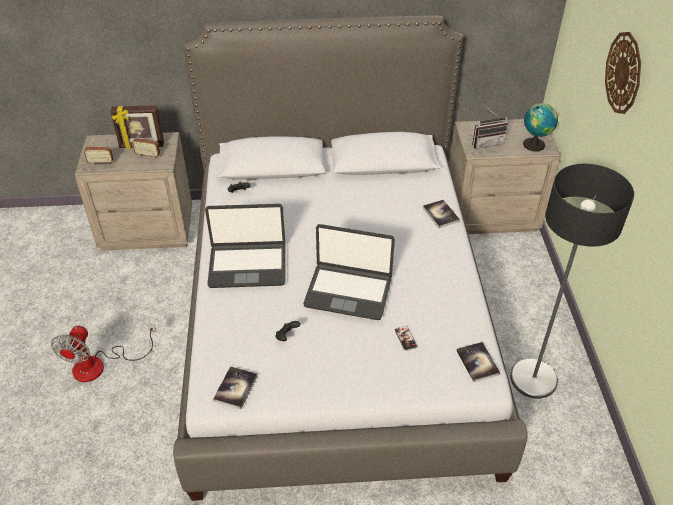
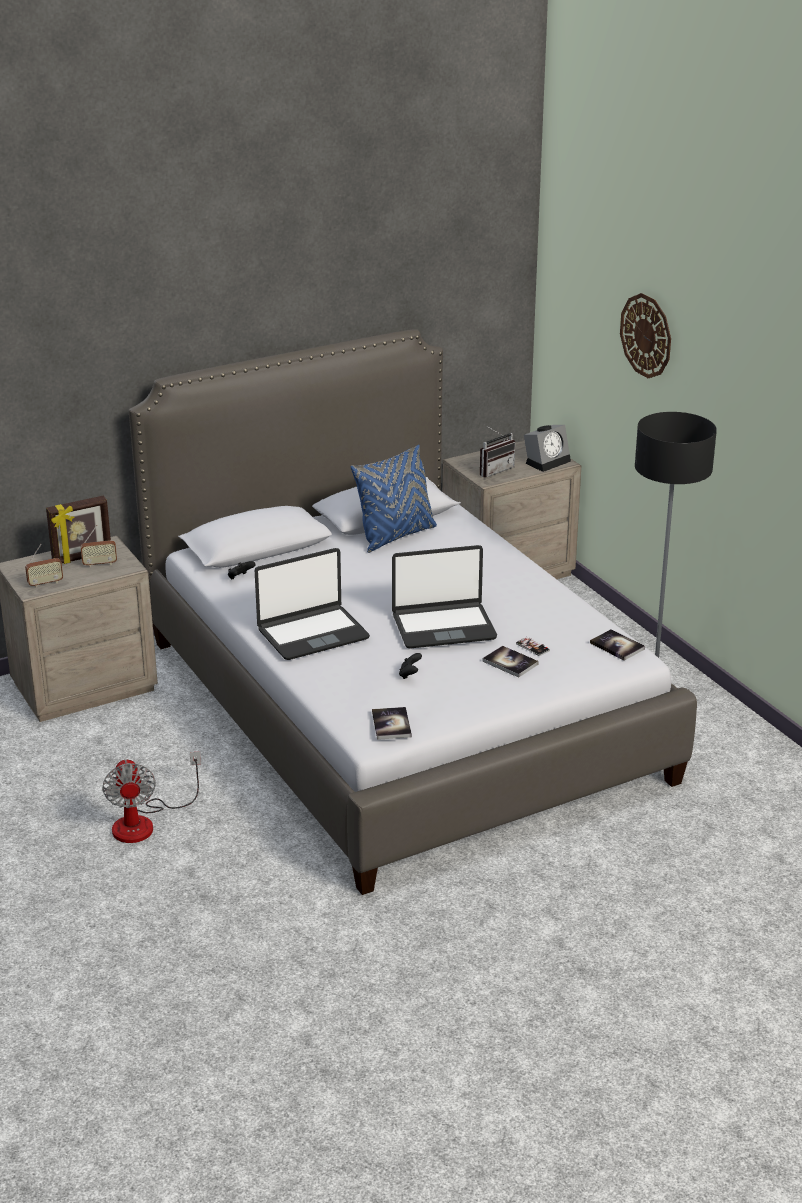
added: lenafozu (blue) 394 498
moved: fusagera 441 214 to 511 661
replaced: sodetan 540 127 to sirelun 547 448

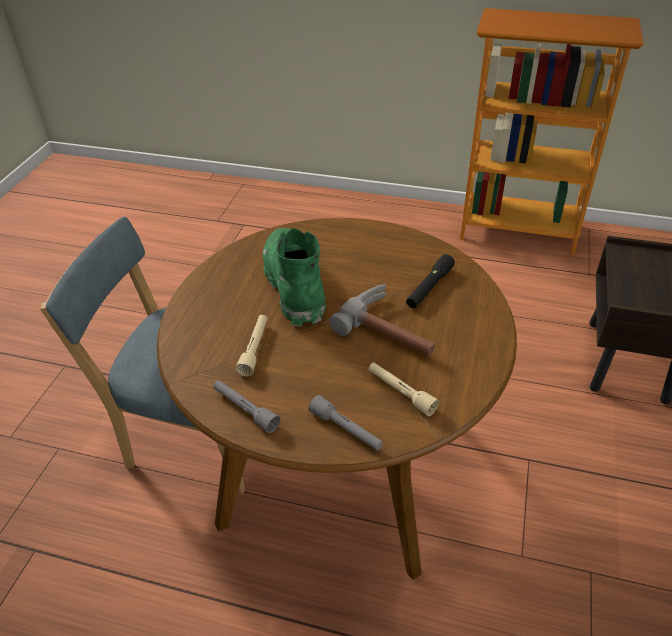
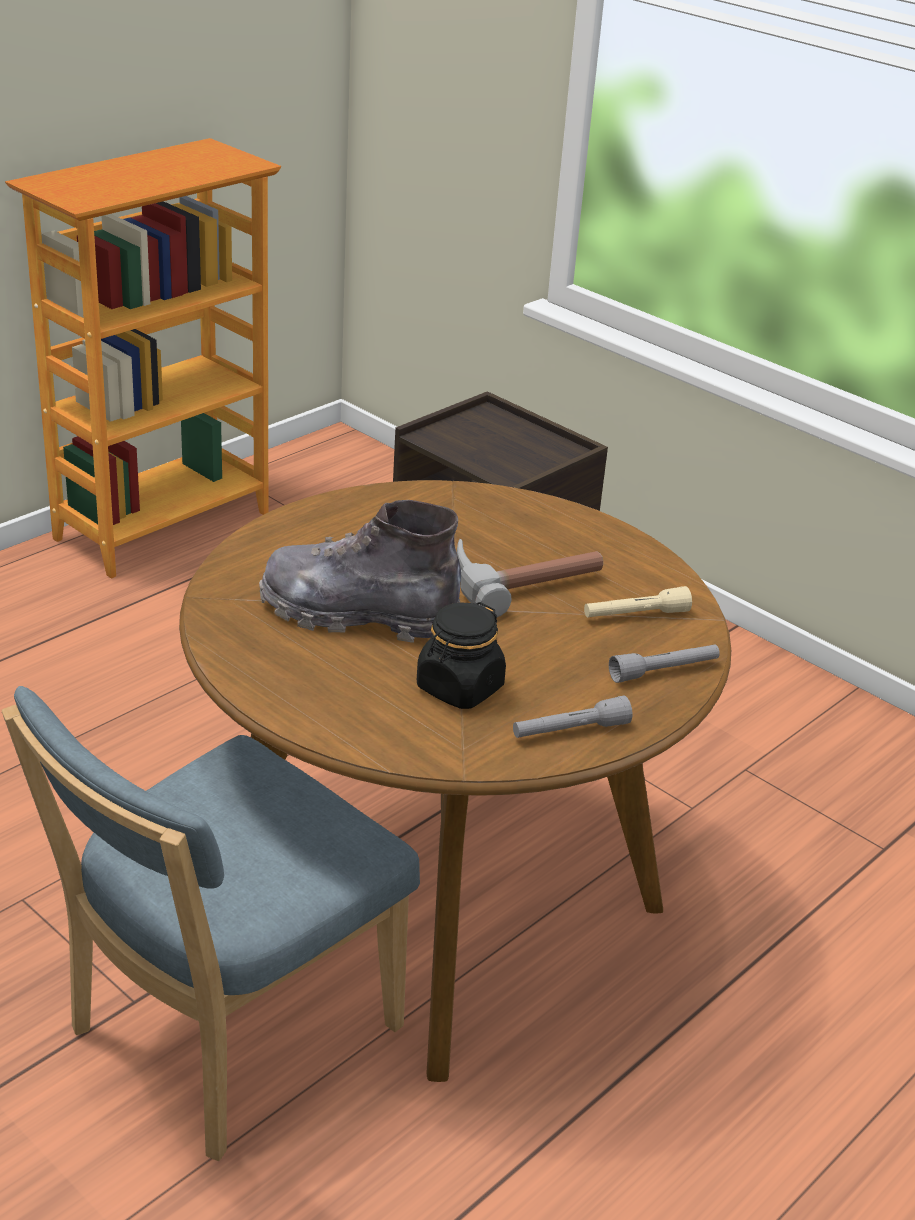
removed: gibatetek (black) 430 281
replaced: gibatetek (beige) 251 345 to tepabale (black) 461 655
recoloured: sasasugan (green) 294 277 to sasasugan (grey) 360 571

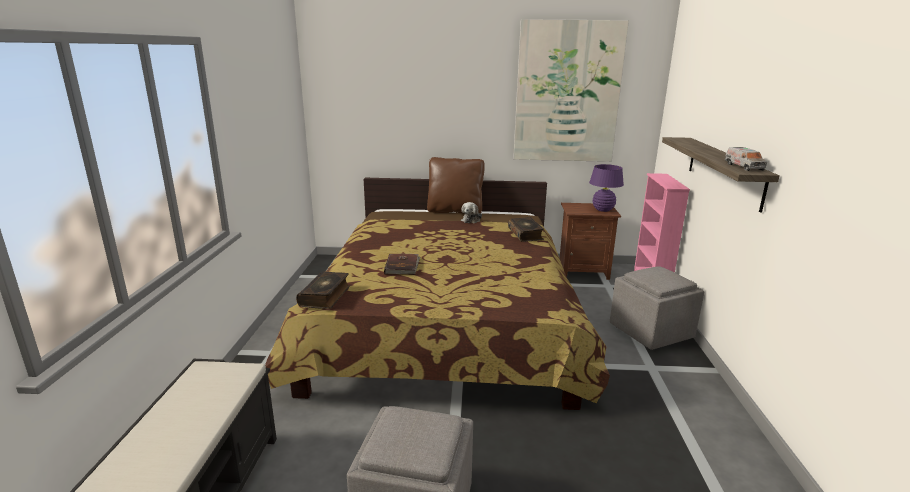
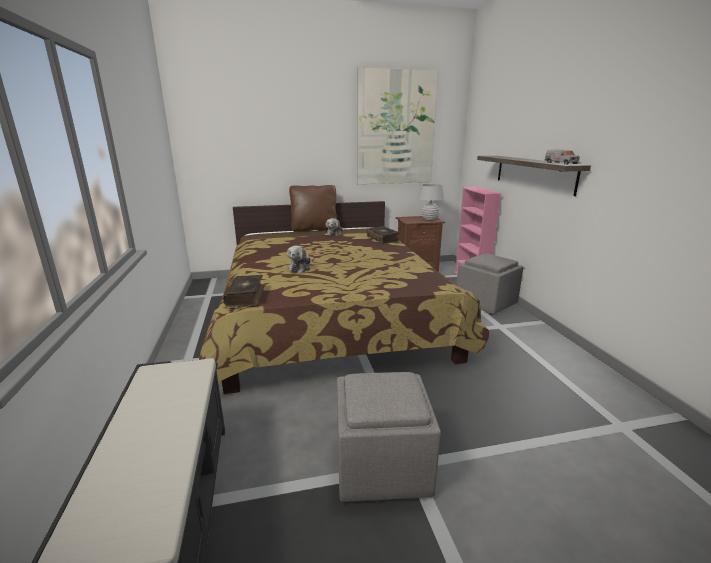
replaced: fusagera (brown) 402 264 to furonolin 299 259
recoloured: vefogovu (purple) 606 188 to vefogovu (white) 431 202

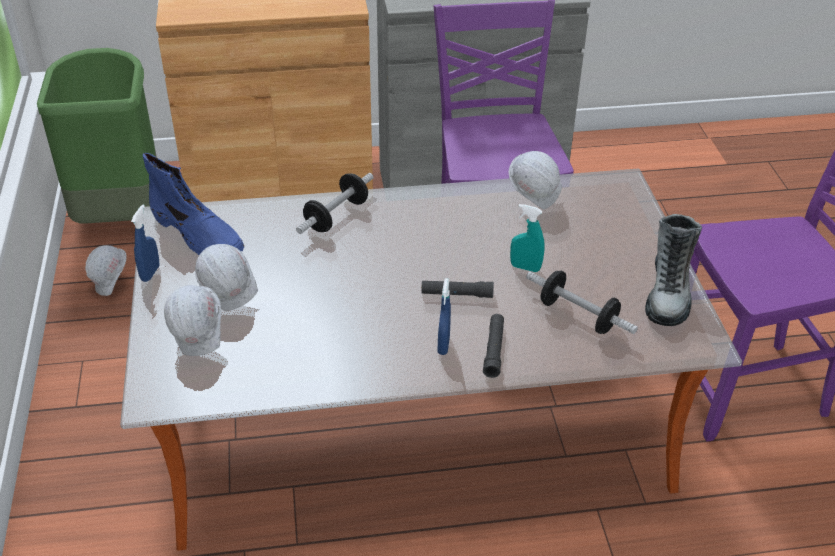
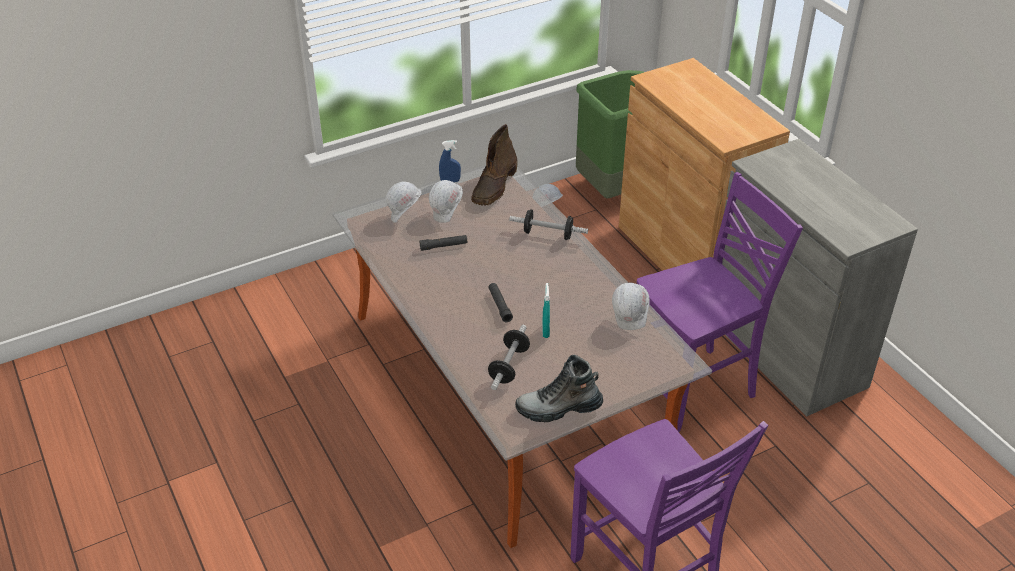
removed: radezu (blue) 444 316
moved: gibatetek (black) 493 346 to 443 243
recoloured: sasasugan (blue) 193 204 to sasasugan (brown) 494 165

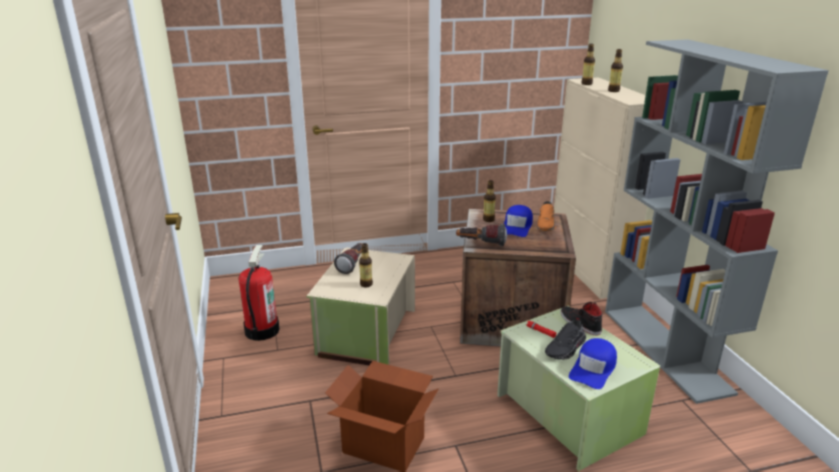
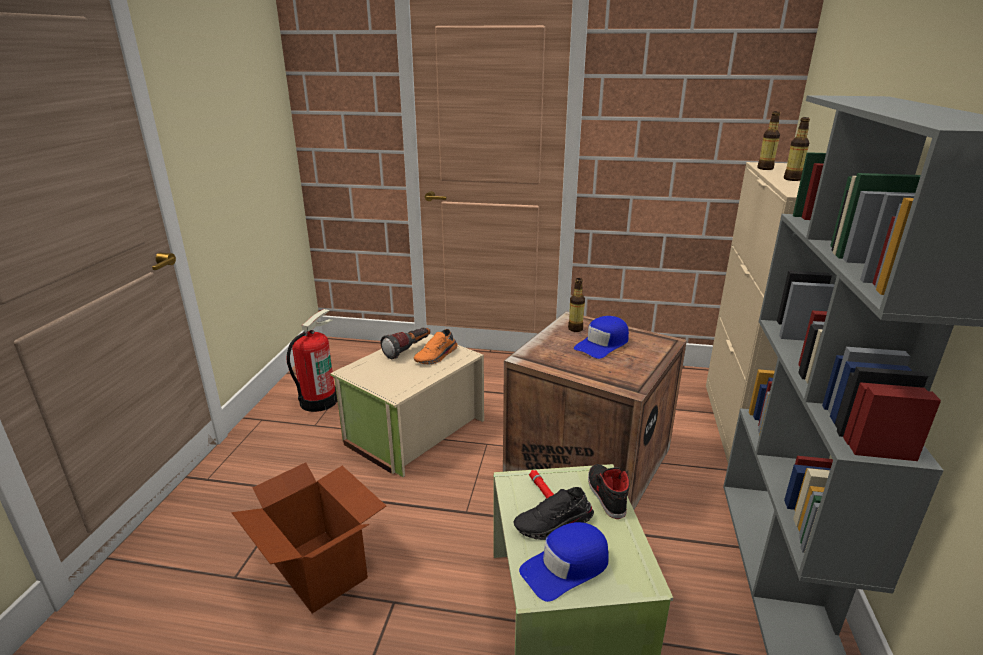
removed: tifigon 366 265; gibatetek 481 235
moved: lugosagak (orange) 546 216 to 436 346

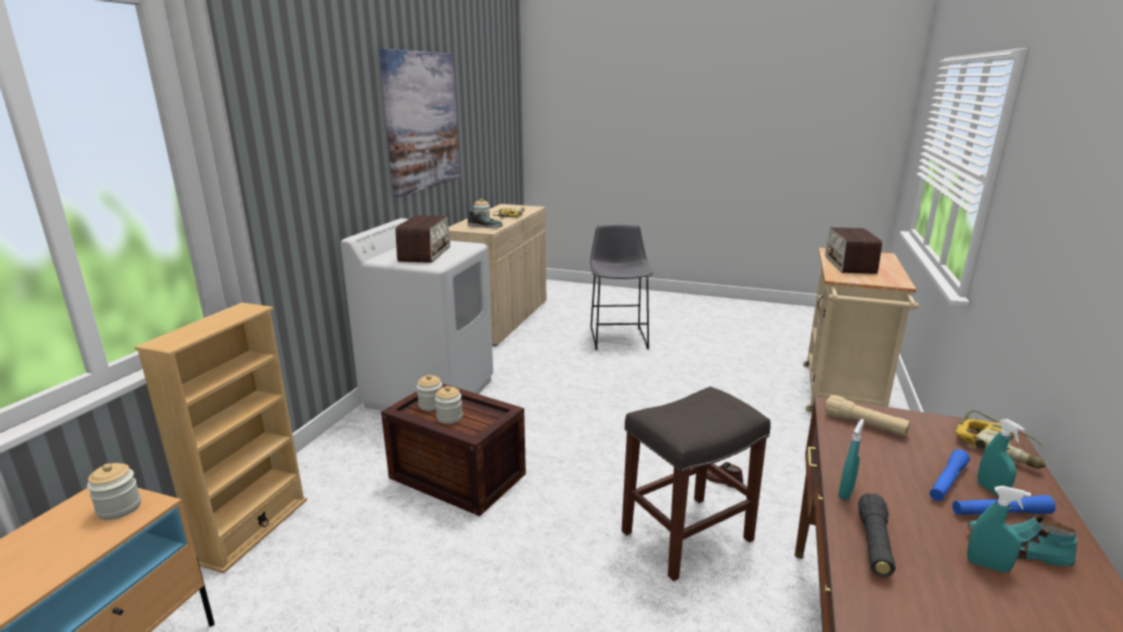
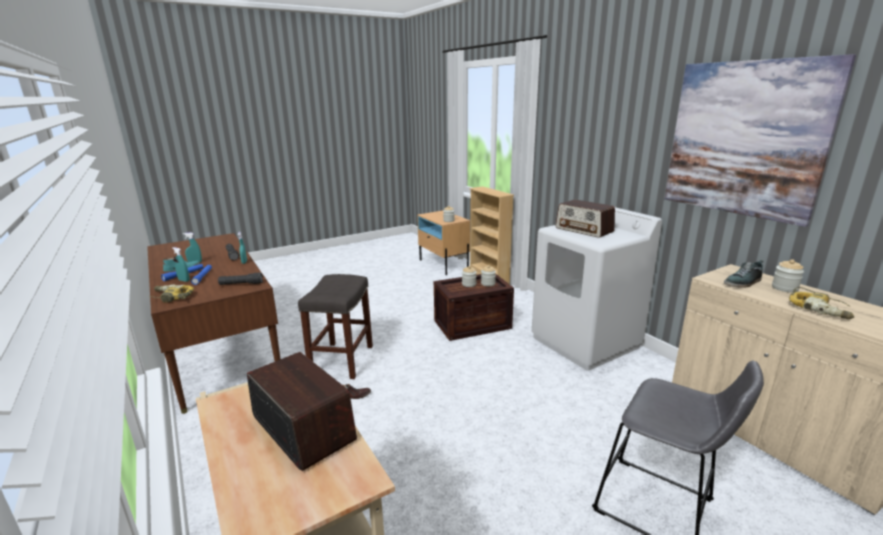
recoloured: gibatetek (beige) 867 415 to gibatetek (black) 240 279

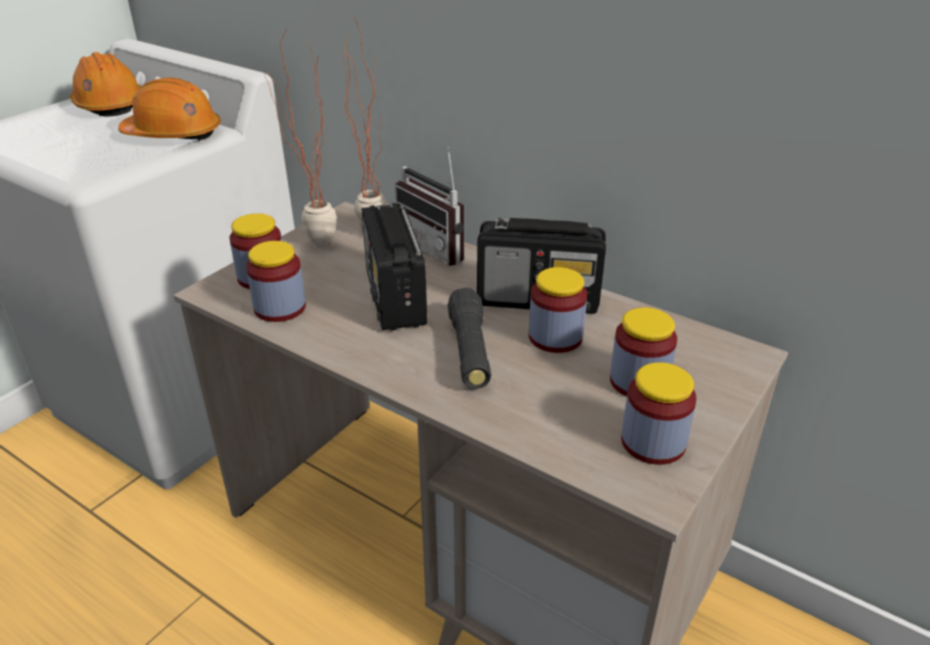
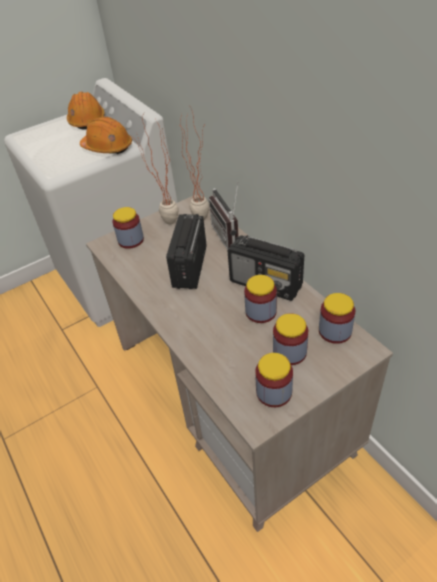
removed: gibatetek (black) 469 338
moved: tepabale 276 281 to 337 318

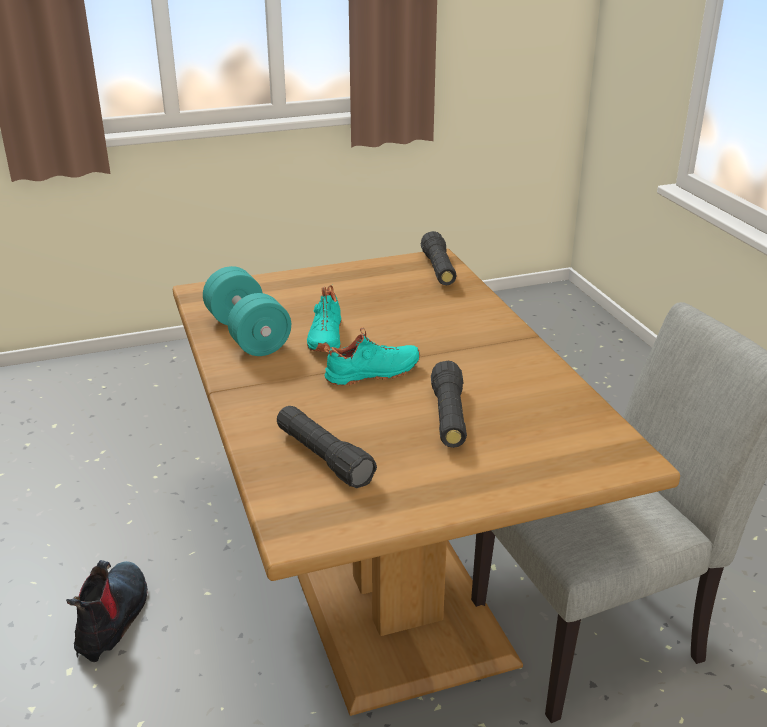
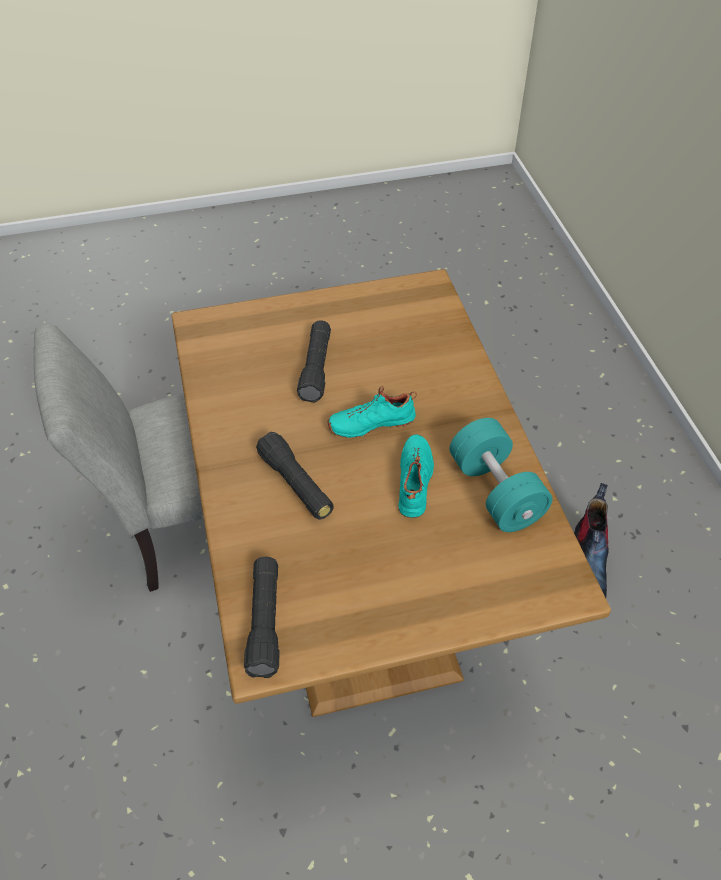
moved: gibatetek (black) 327 447 to 295 476

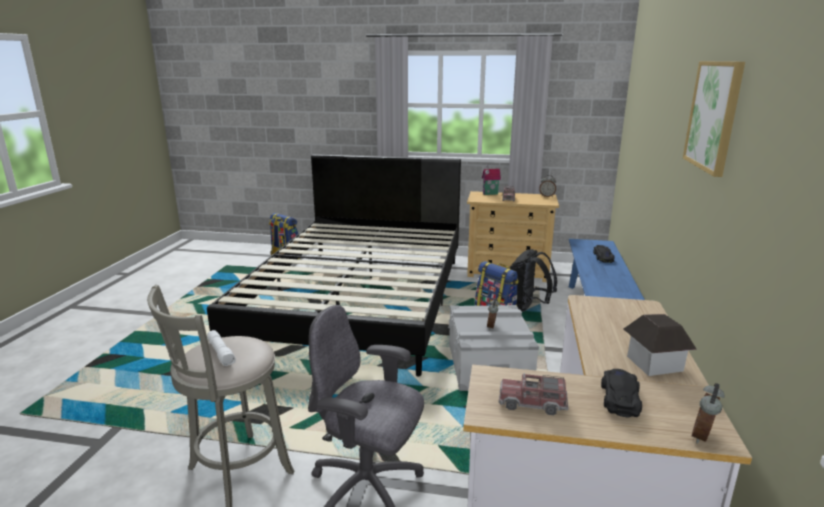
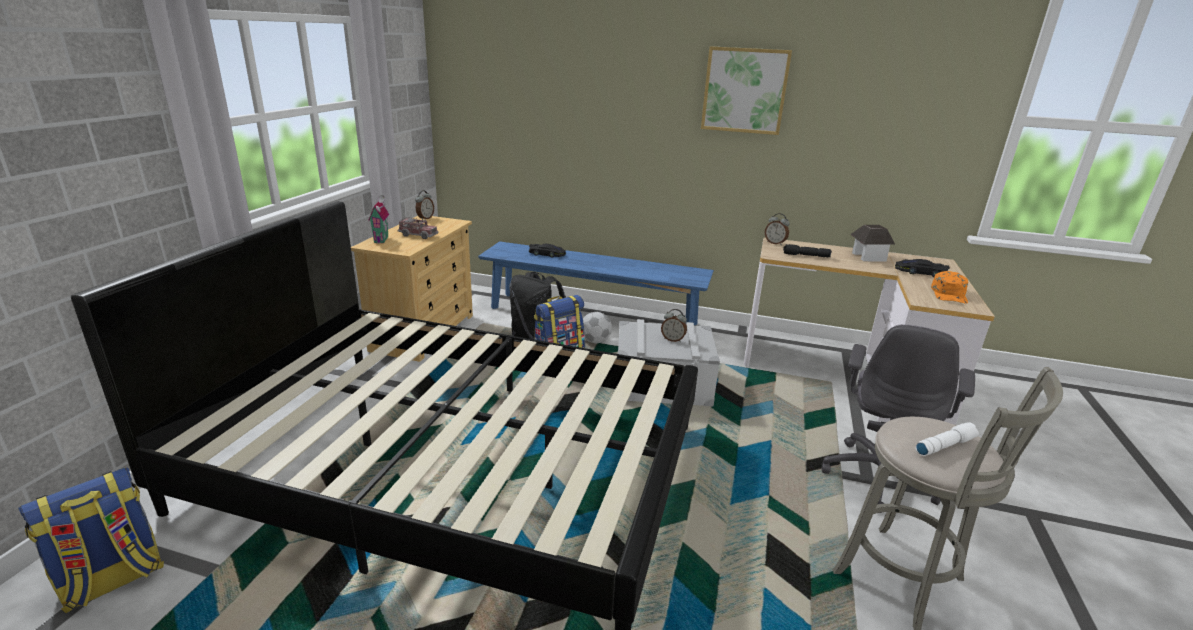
added: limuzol 597 328; gibatetek (black) 807 250
moved: sirelun 708 413 to 777 229
replaced: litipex 533 394 to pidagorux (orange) 949 287

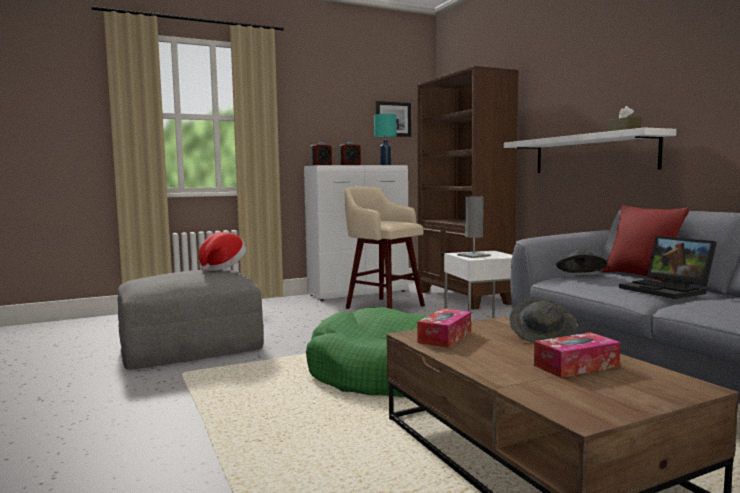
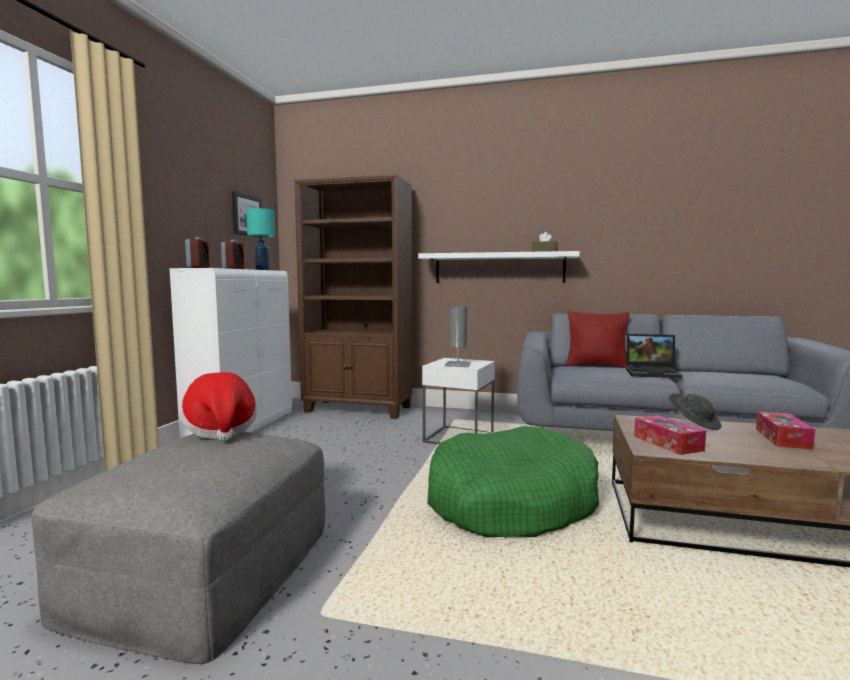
removed: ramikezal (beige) 385 248; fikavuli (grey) 581 261

